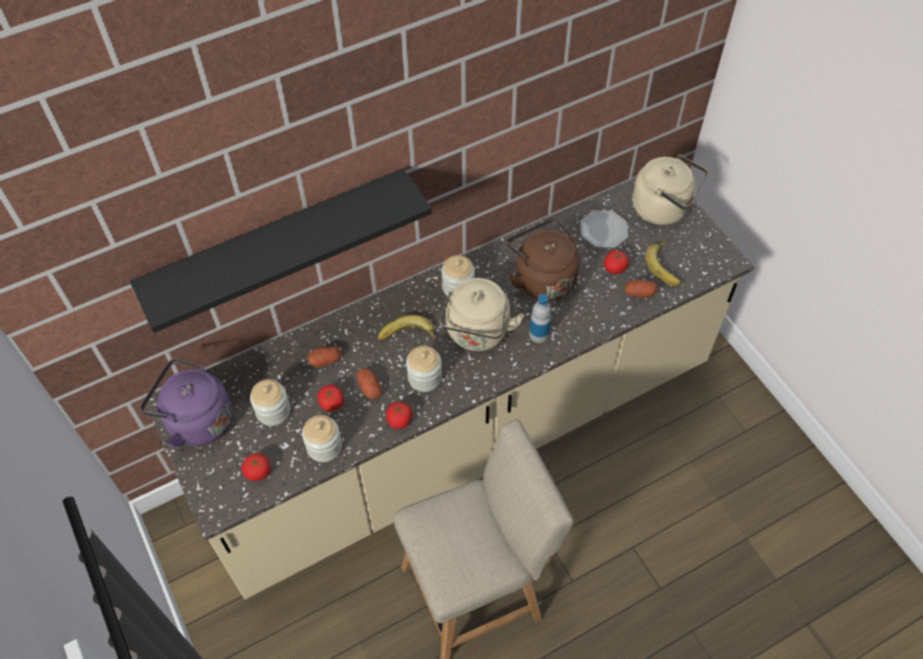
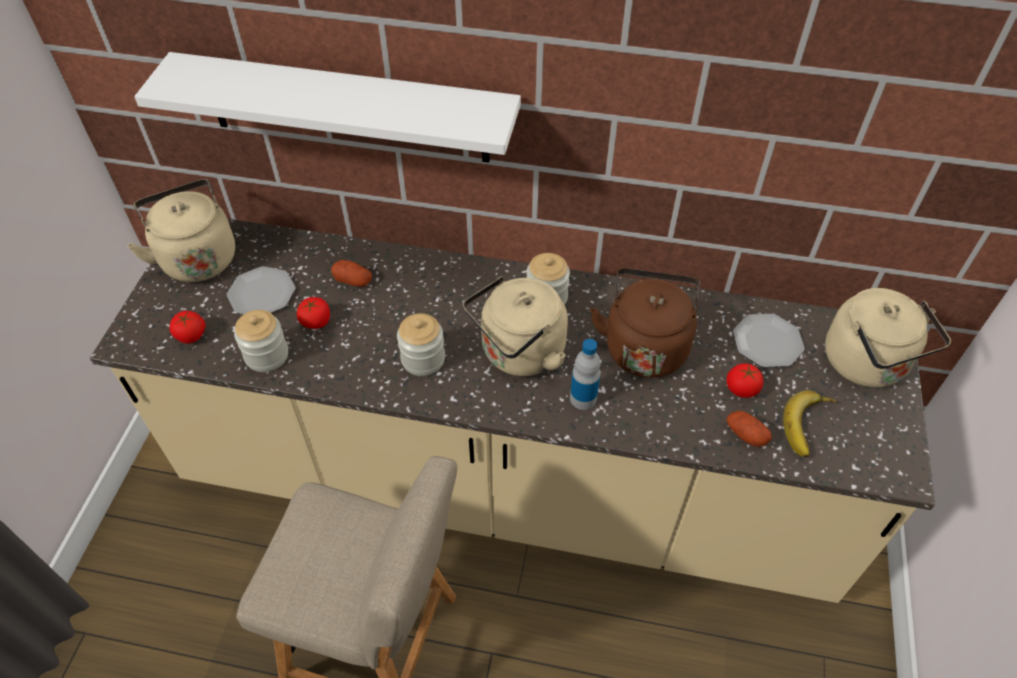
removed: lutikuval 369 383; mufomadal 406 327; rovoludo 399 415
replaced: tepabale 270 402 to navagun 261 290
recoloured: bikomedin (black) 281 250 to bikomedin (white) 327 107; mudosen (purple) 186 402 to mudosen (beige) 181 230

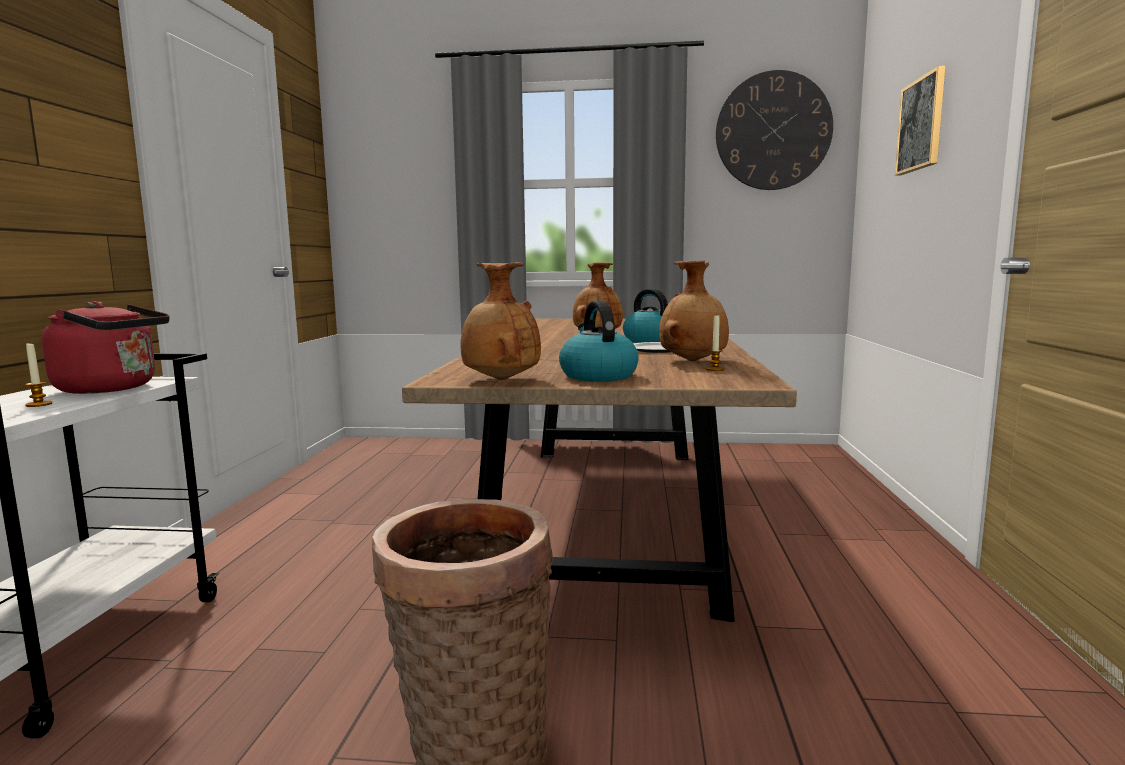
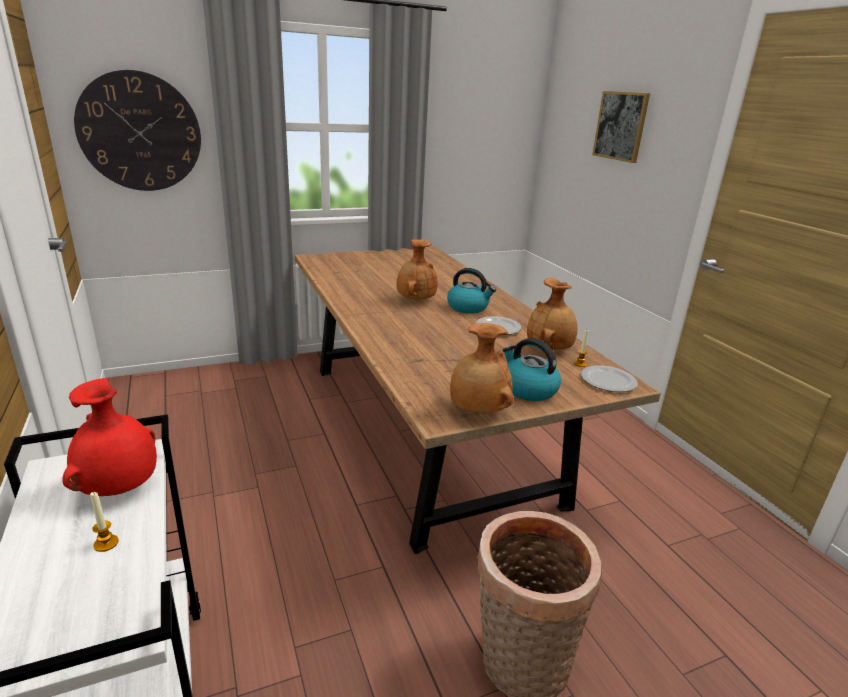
added: navagun 609 378
moved: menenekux 774 130 to 137 130
replaced: mudosen (red) 106 347 to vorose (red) 109 437

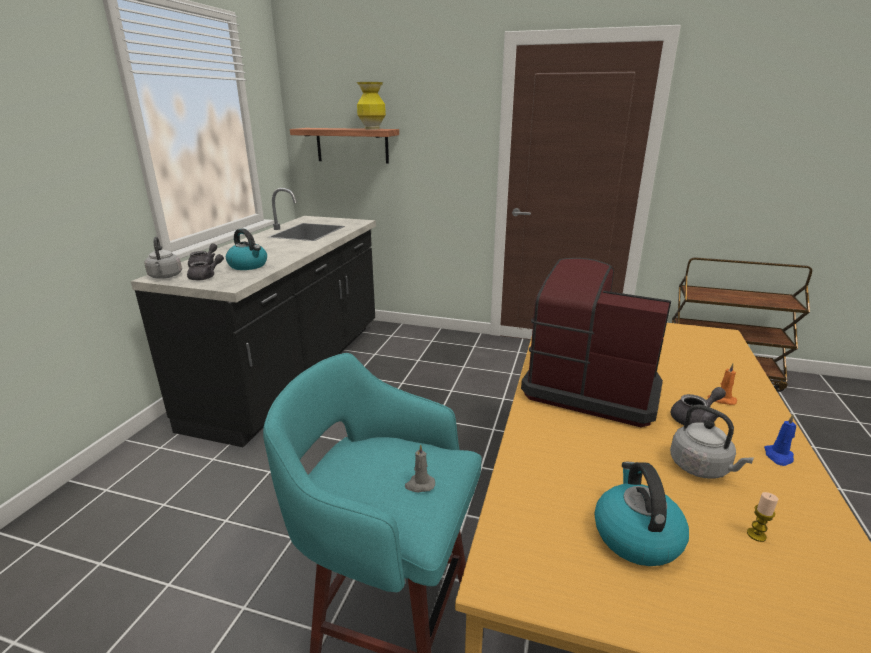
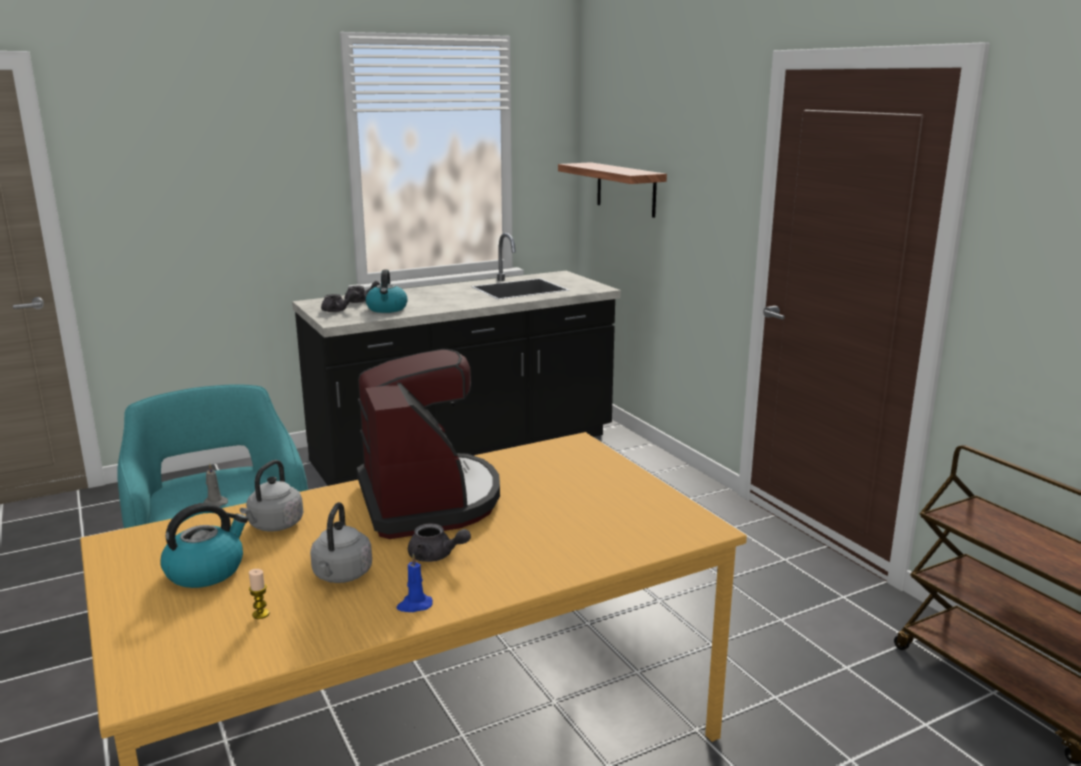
removed: vorose 371 106; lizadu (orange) 722 384
moved: mudosen (grey) 163 258 to 271 496

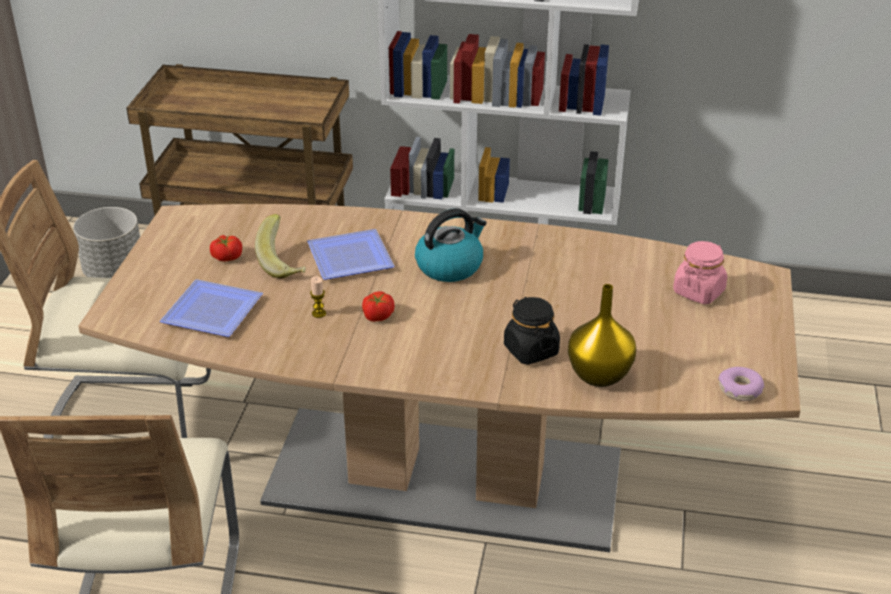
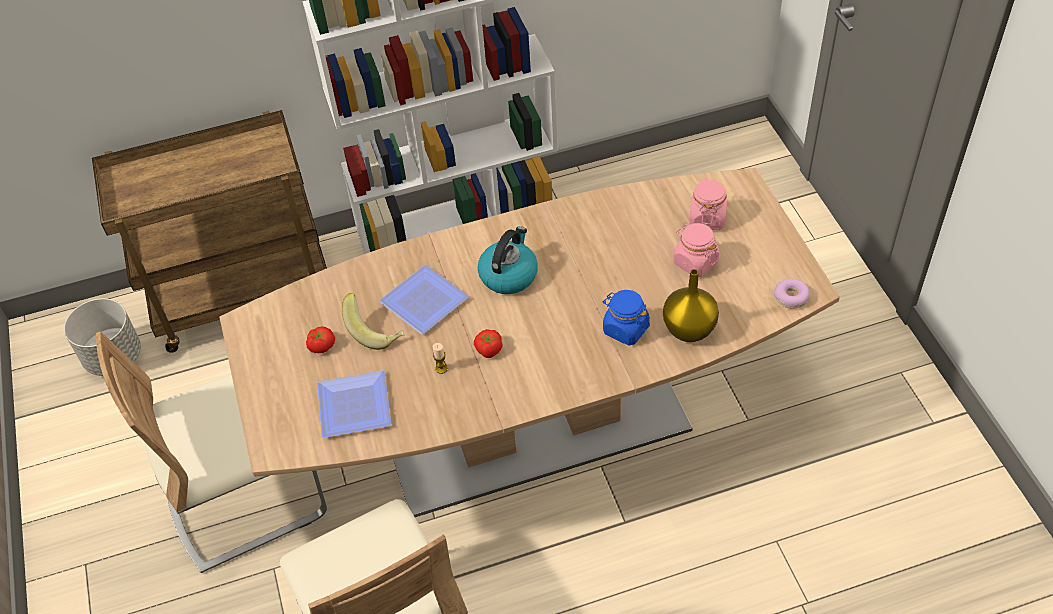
added: tepabale (pink) 696 250
recoloured: tepabale (black) 532 331 to tepabale (blue) 626 318

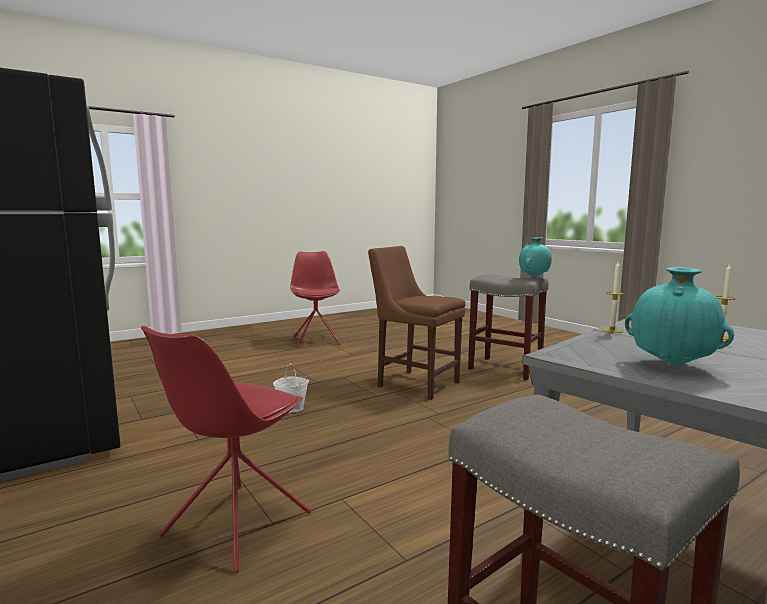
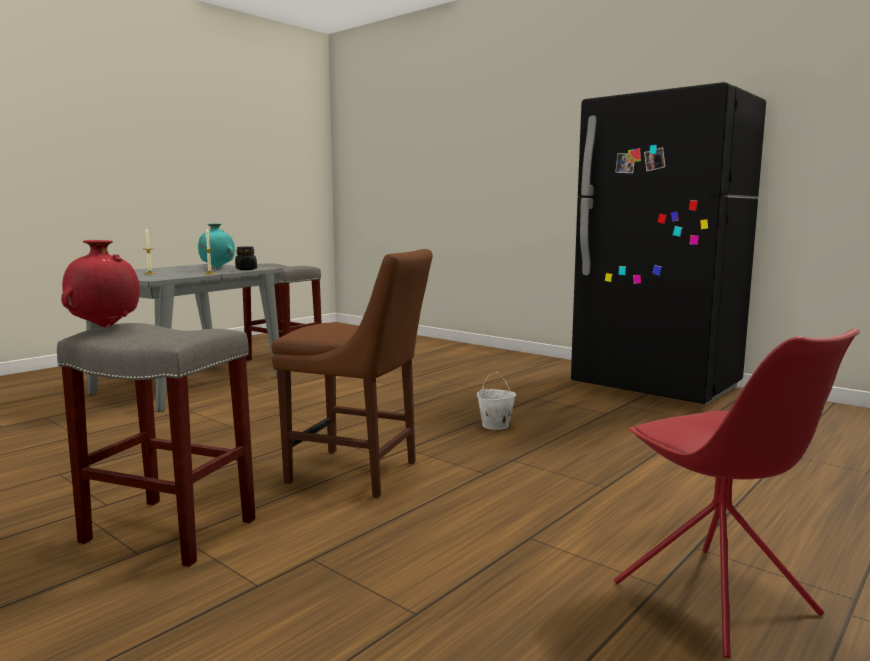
removed: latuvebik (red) 226 449
added: tepabale (black) 246 258
recoloured: vorose (turquoise) 535 257 to vorose (red) 100 283

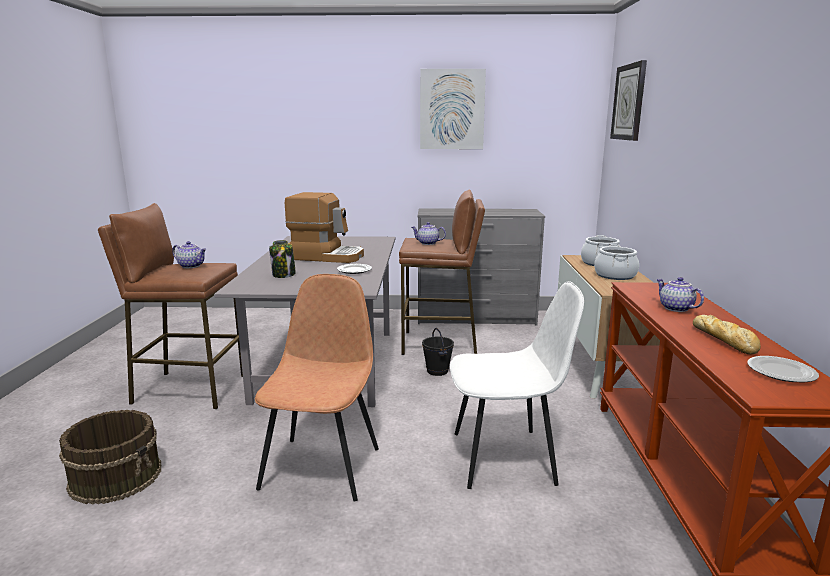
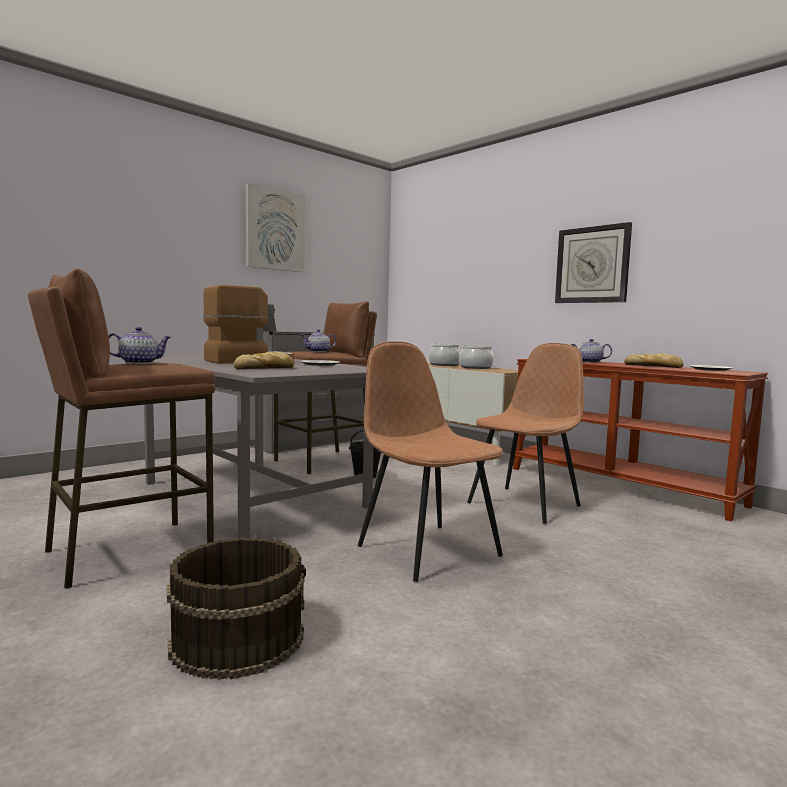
moved: menenekux 628 100 to 593 262
replaced: tepabale 282 259 to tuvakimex 263 360
recoloured: latuvebik (white) 517 385 to latuvebik (brown) 525 433

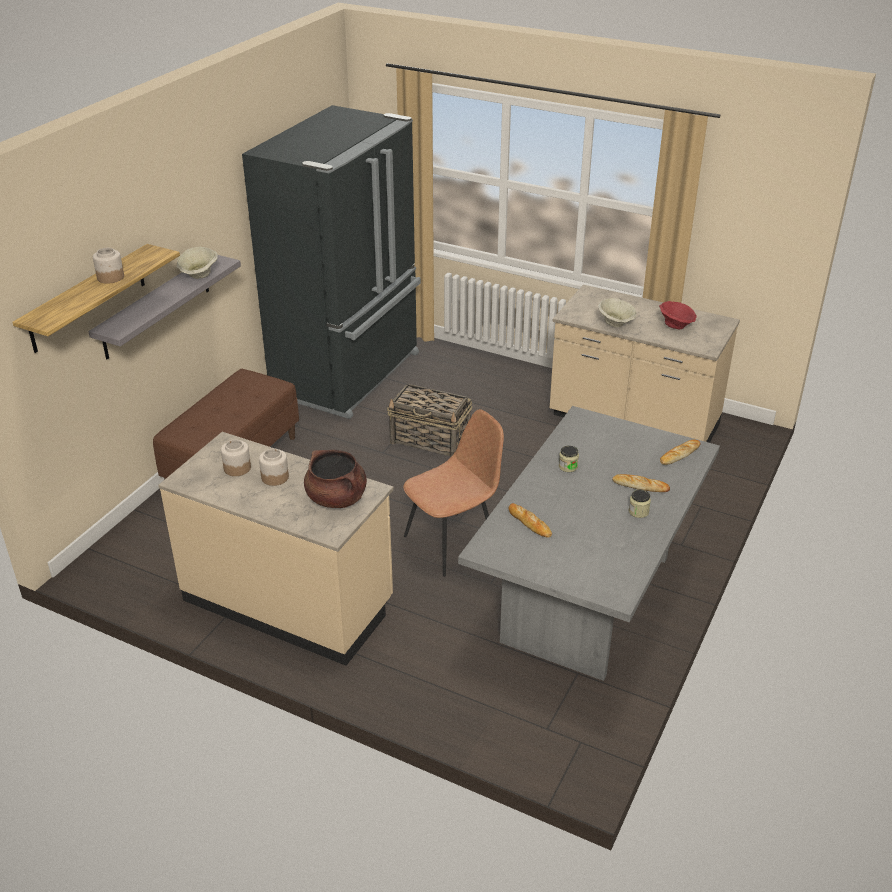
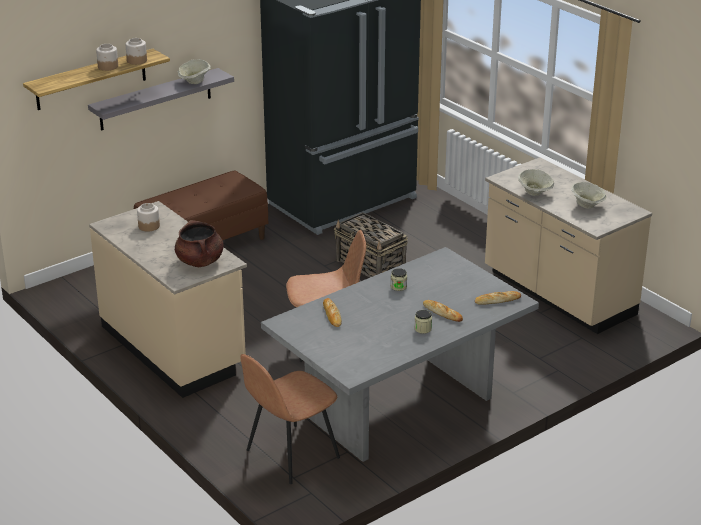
added: latuvebik (brown) 290 419
moved: tepabale 274 467 to 136 51
recoloured: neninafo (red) 678 315 to neninafo (beige) 588 195

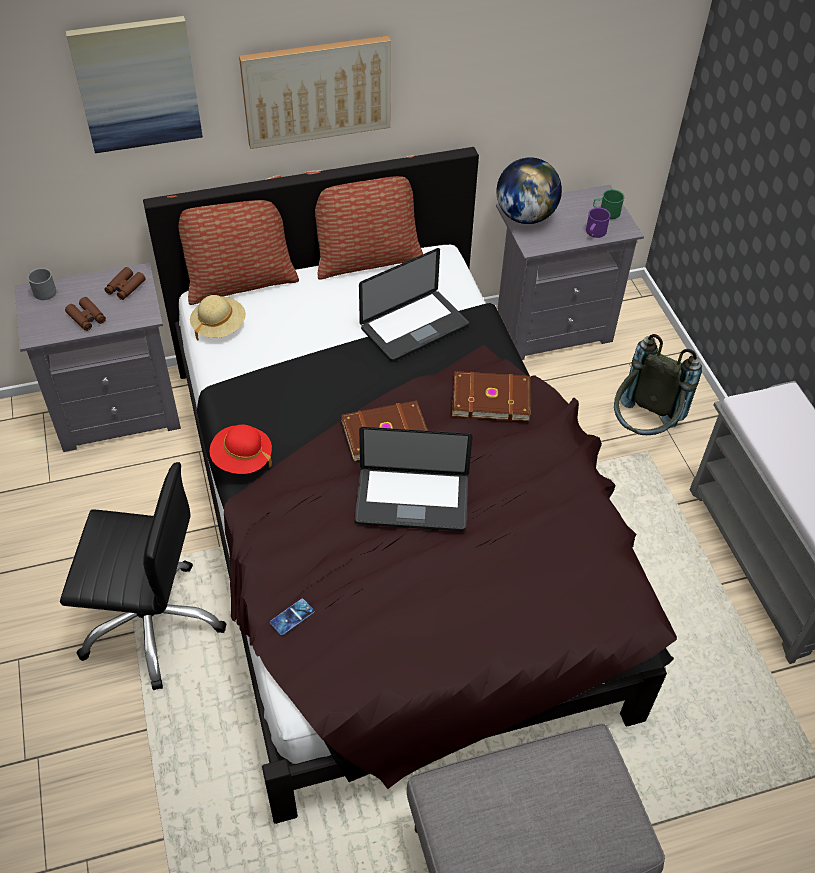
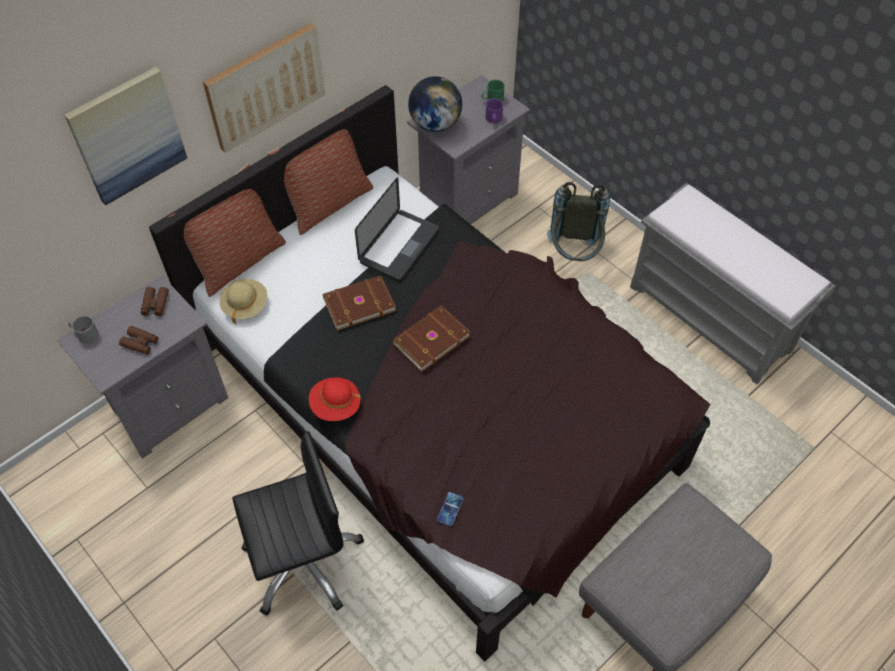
removed: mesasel 414 479
moved: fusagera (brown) 491 396 to 359 303

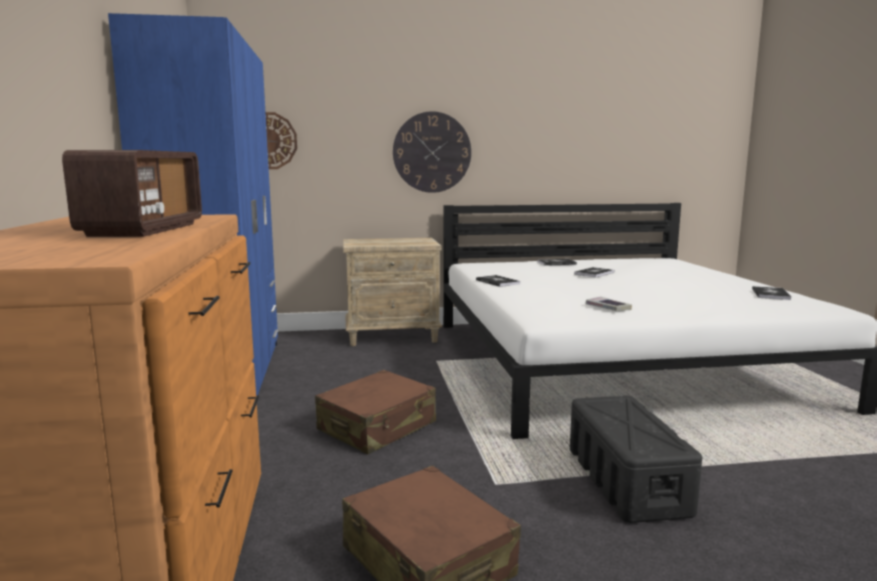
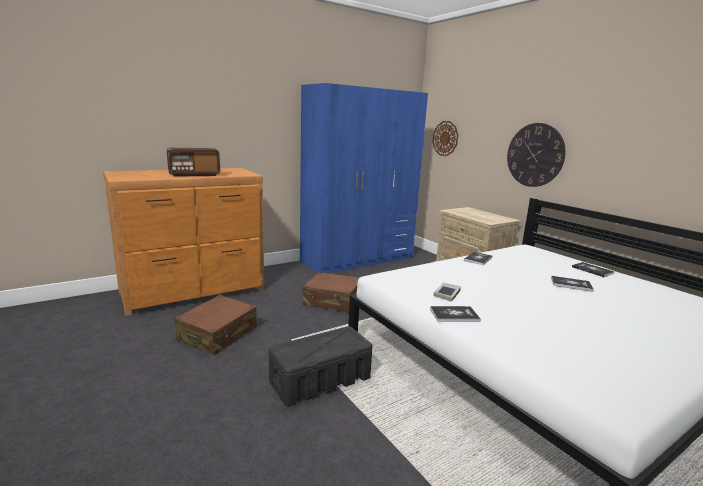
moved: fusagera 771 293 to 455 314

